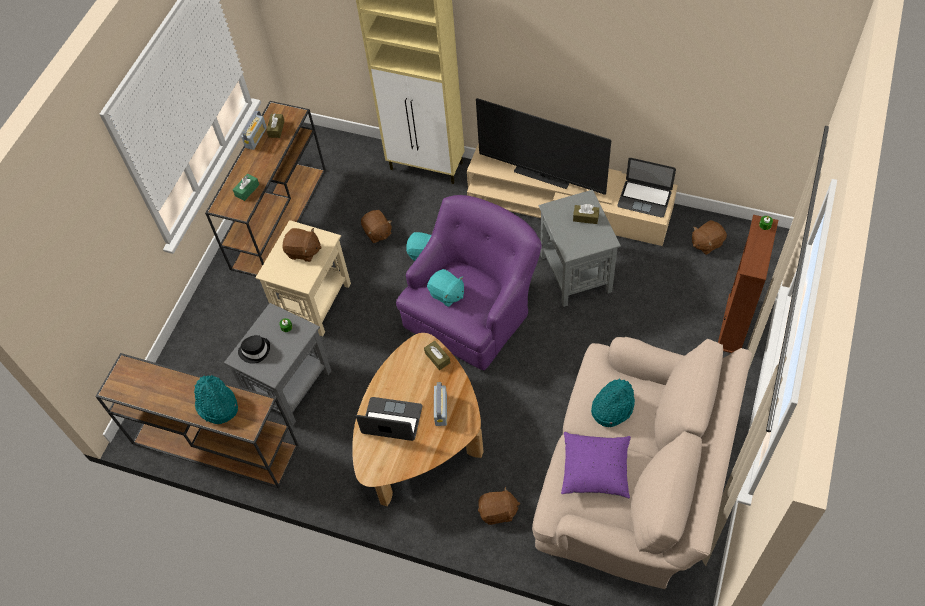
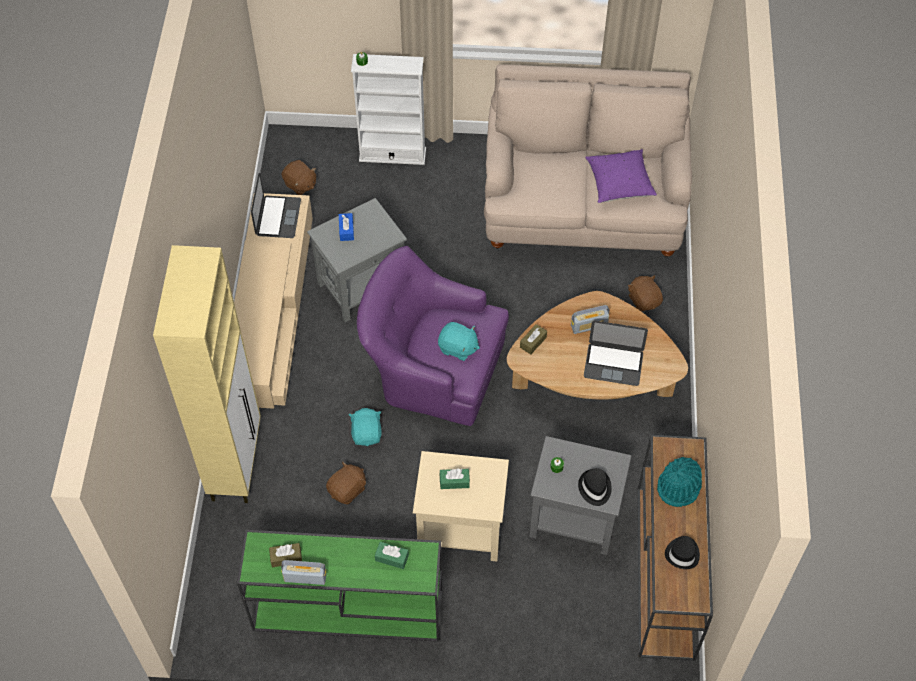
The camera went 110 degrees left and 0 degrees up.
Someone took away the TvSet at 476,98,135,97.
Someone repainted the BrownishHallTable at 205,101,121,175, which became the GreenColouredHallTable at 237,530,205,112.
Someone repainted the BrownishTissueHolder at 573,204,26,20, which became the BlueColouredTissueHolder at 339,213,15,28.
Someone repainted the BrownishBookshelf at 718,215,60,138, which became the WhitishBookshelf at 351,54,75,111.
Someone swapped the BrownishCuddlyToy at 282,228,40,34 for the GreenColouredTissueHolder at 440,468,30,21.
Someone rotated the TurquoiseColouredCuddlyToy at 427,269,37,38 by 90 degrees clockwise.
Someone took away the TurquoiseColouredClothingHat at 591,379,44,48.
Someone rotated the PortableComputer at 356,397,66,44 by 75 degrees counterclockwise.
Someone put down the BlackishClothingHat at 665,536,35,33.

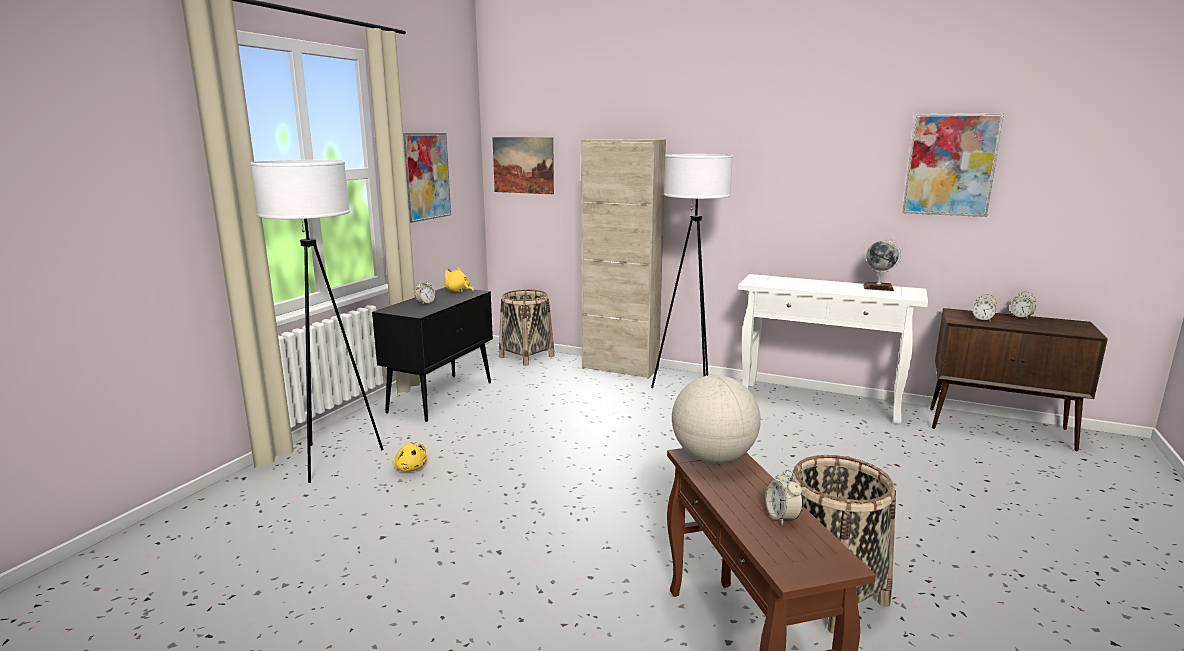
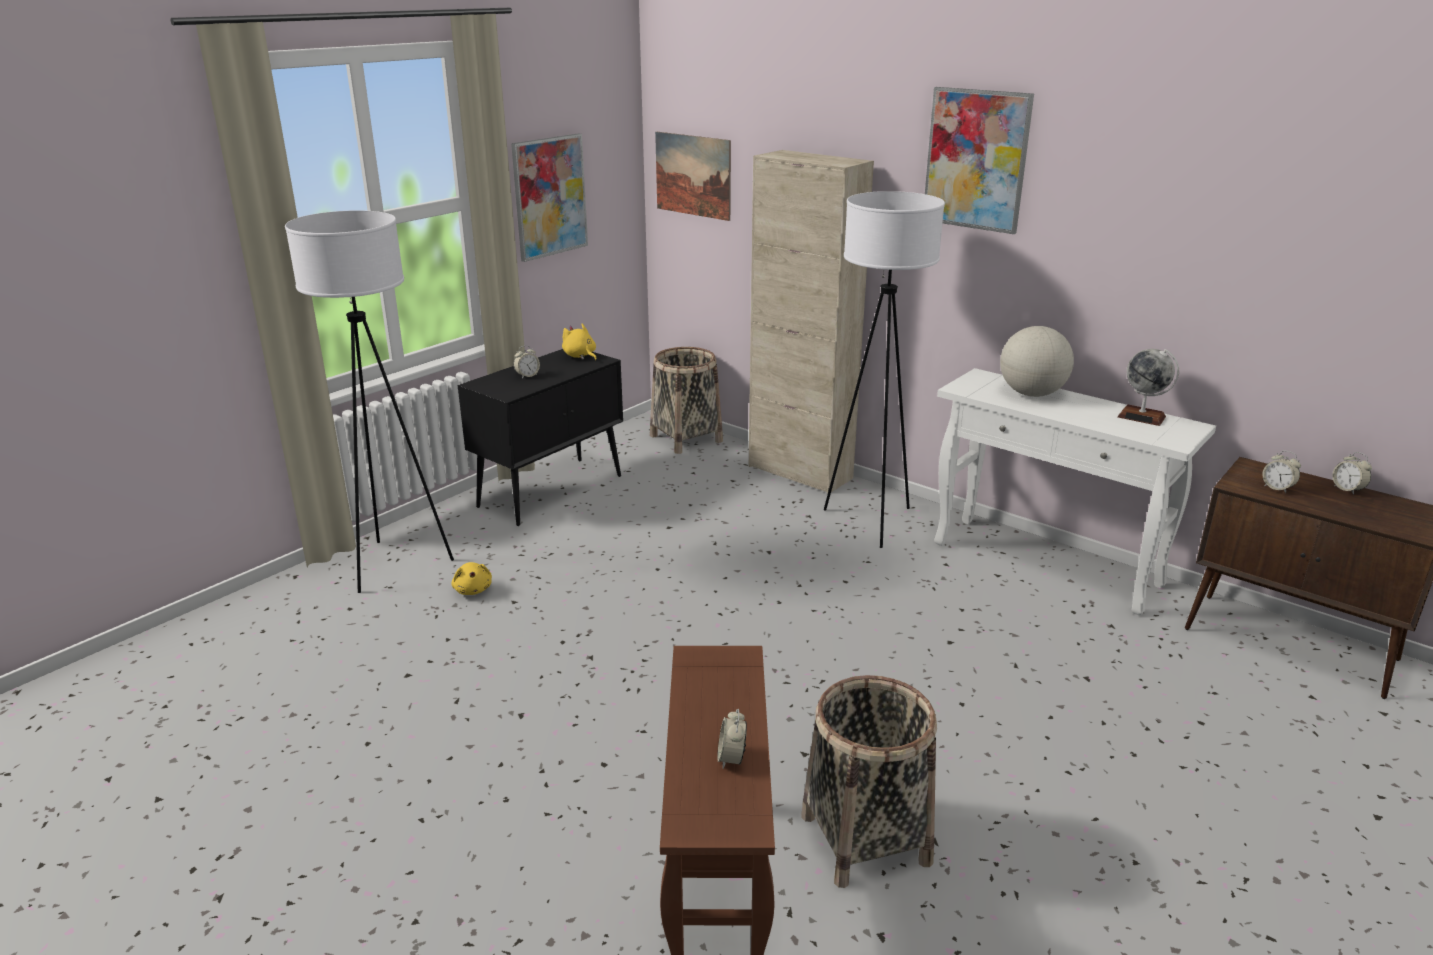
The camera went 15 degrees right and 10 degrees up.
Someone carried the WallPicture from 902,113,102,104 to 925,87,109,147.
Someone carried the DeskGlobe from 672,375,89,88 to 1000,326,74,71.

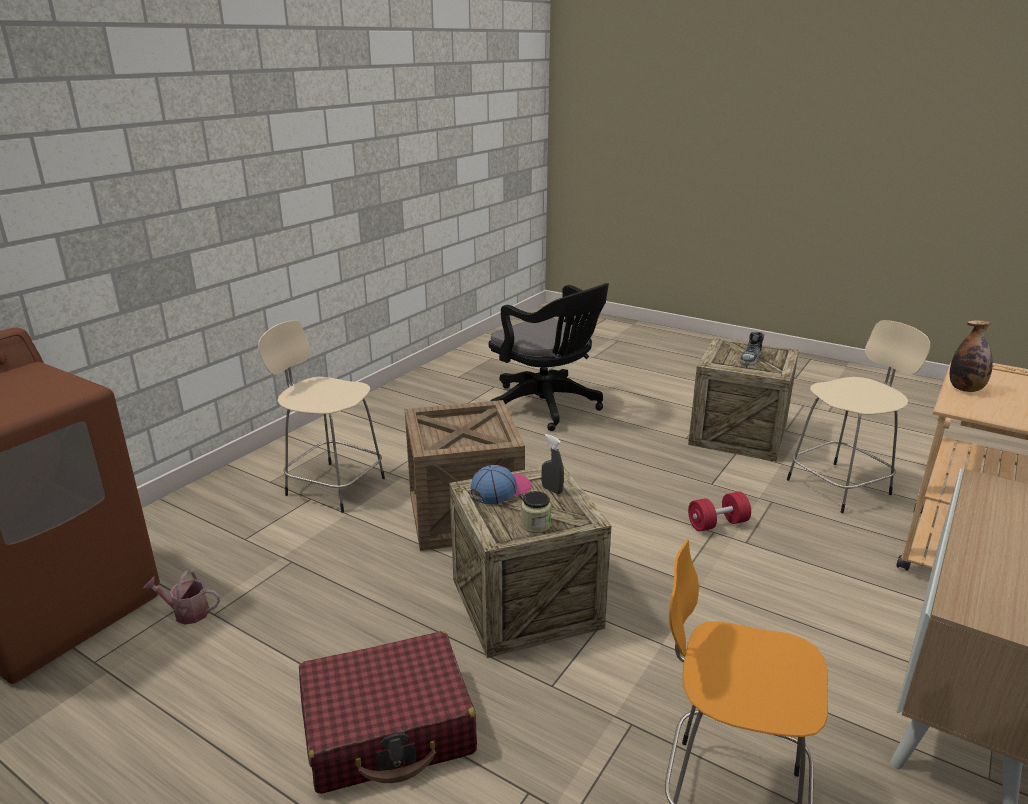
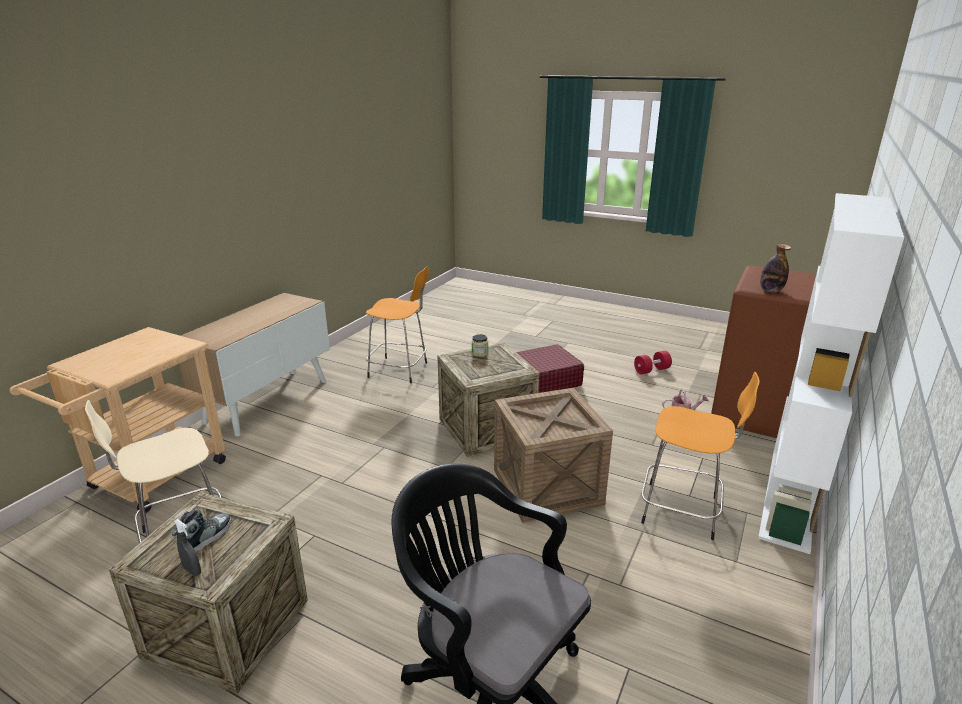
The camera went 175 degrees right and 0 degrees up.
Someone repainted the SandColouredSittingStool at 258,320,127,193, which became the OrangeSittingStool at 641,372,119,168.
Someone carried the Bottle from 950,320,43,72 to 760,244,31,49.
Someone carried the GreySprayer from 541,434,23,60 to 174,519,27,57.
Someone took away the BaseballCap at 471,465,60,39.
Someone carried the RedColouredDumbbell from 688,492,63,39 to 634,350,38,24.
Someone put down the WhitishBookshelf at 758,193,146,361.

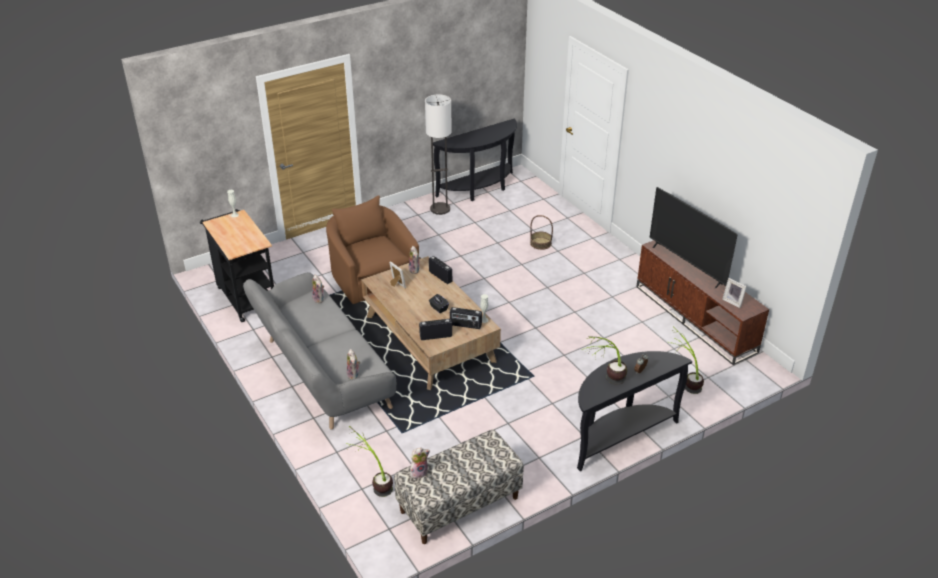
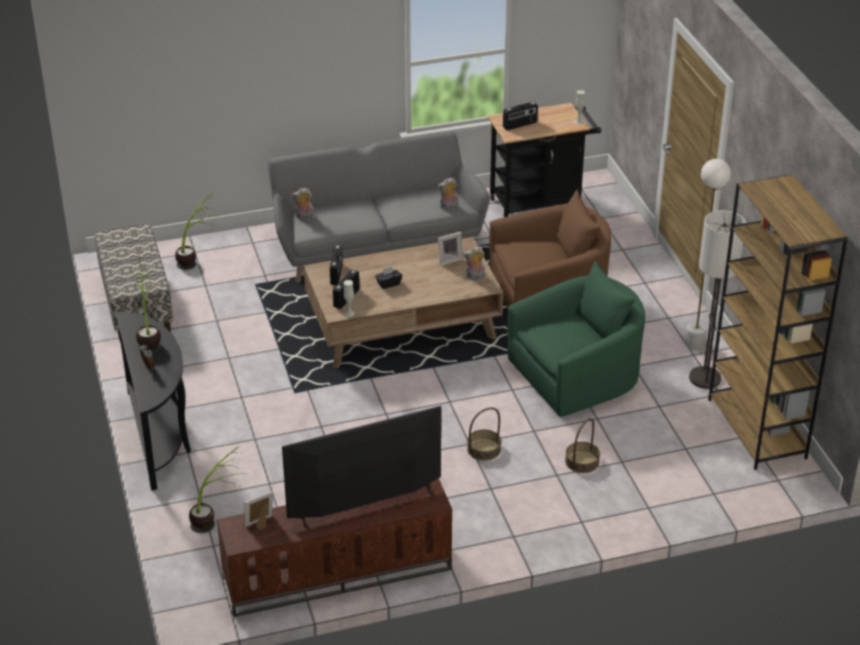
The camera went 105 degrees right and 0 degrees up.
Someone swapped the BlackishHallTable at 433,119,84,82 for the BrownishBookshelf at 708,174,140,296.
Someone carried the Radio from 429,256,23,28 to 503,102,35,28.
Someone took away the CuddlyToy at 410,447,20,32.
Someone put down the WhitishStandingLamp at 685,159,46,191.
Someone put down the GreenColouredLoungeChair at 507,261,139,156.
Someone put down the HouseholdBasket at 467,407,34,54.

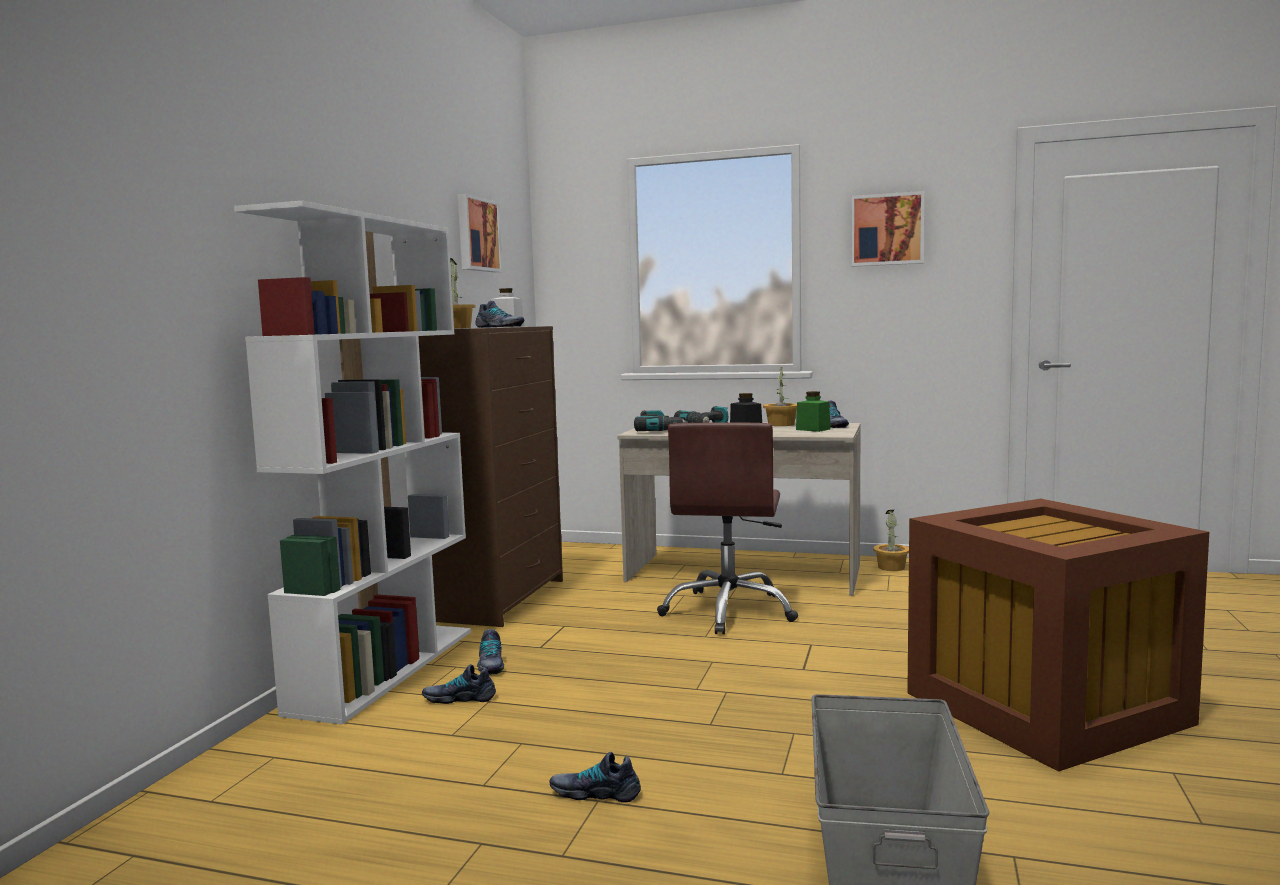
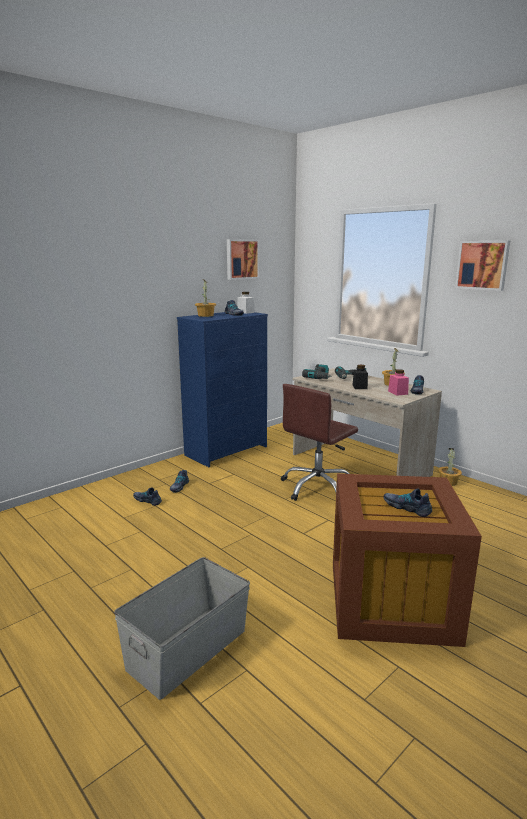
The camera went 30 degrees right and 10 degrees up.
Someone took away the WhitishBookshelf at 234,201,237,524.
Someone repainted the BrownishDrawerChest at 418,326,145,301, which became the BlueColouredDrawerChest at 177,312,91,155.
Someone repainted the GreenColouredPreserveJar at 796,391,35,41, which became the PinkColouredPreserveJar at 388,369,21,27.
Someone carried the LowShoe from 550,752,91,51 to 383,488,49,29.

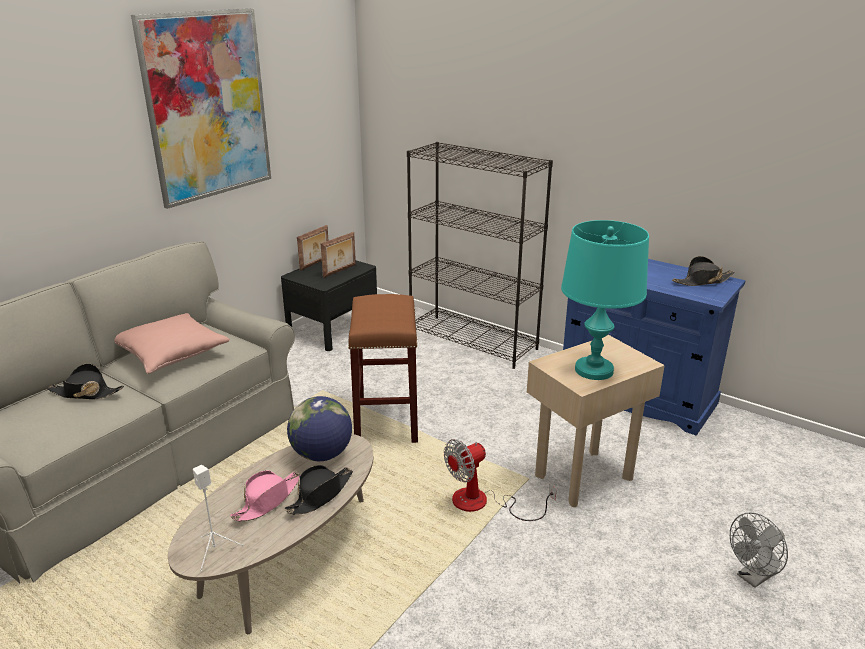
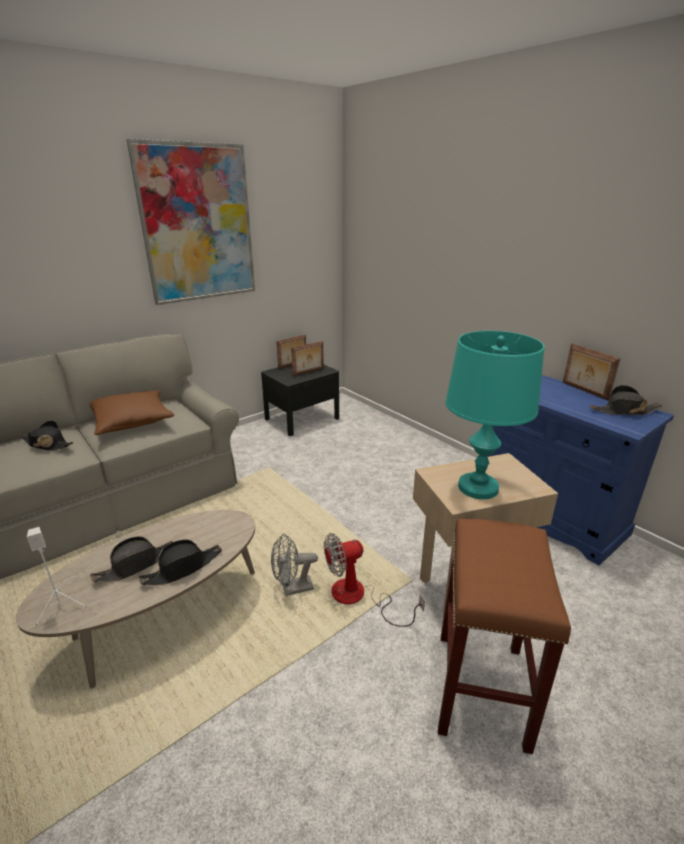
The camera went 15 degrees right and 0 degrees up.
Someone took away the BlackishBookshelf at 407,142,146,227.
Someone carried the BrownishSittingStool from 348,294,70,149 to 438,519,133,235.
Someone repainted the PinkColouredThrowPillow at 114,313,116,61, which became the BrownishThrowPillow at 89,390,85,45.
Someone took away the DeskGlobe at 287,396,65,65.
Someone repainted the PinkColouredClothingHat at 230,470,70,52, which became the BlackishClothingHat at 90,536,83,46.
Someone carried the GreyCoolingFan from 730,512,58,76 to 271,533,47,63.
Someone put down the PhotoFrame at 563,343,57,57.

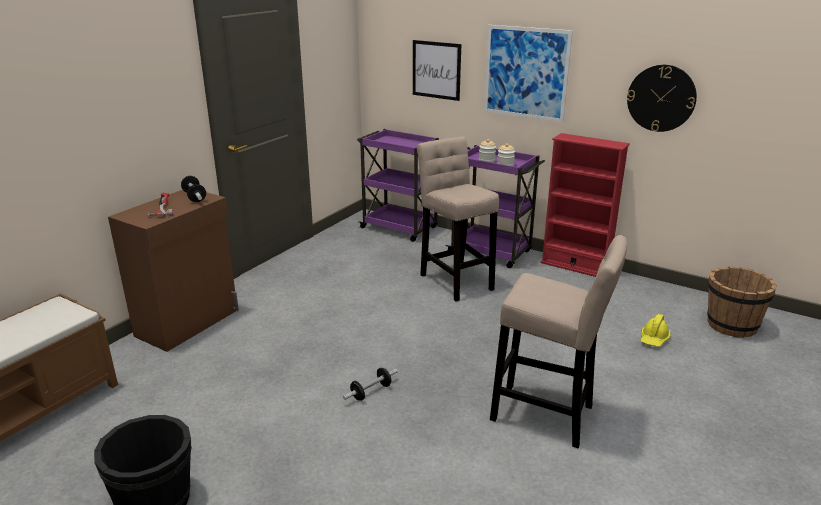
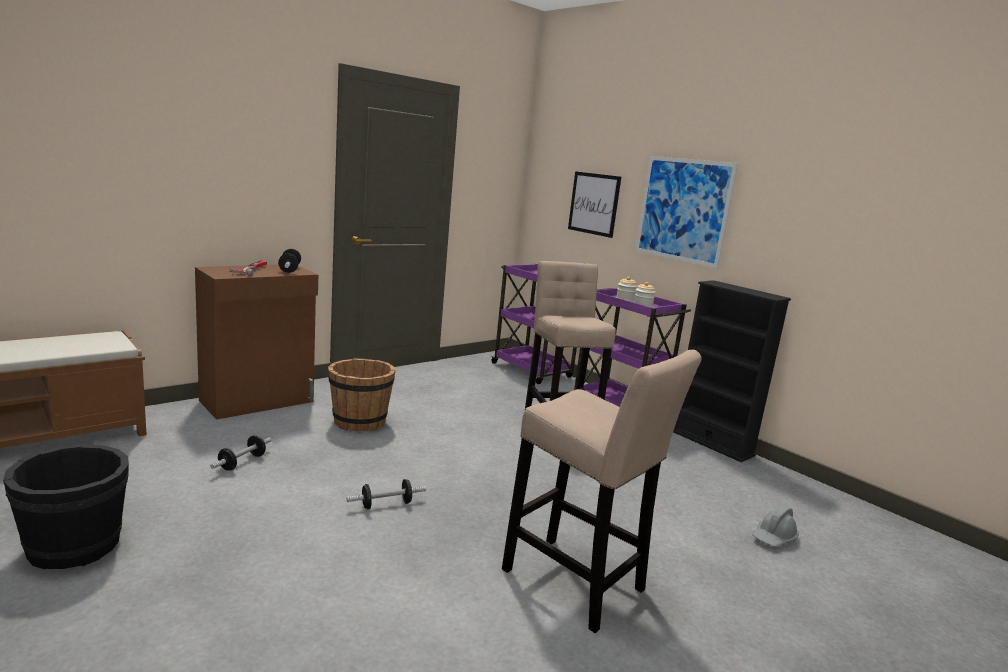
The camera went 15 degrees right and 10 degrees down.
Someone took away the ClockOnTheWall at 627,65,70,67.
Someone repainted the RedColouredBookshelf at 540,133,90,144, which became the BlackishBookshelf at 673,280,118,182.
Someone carried the BrownishBucket from 707,266,70,72 to 328,359,68,72.
Someone repainted the YellowishSafetyHelmet at 641,314,29,33, which became the GreySafetyHelmet at 752,506,47,41.
Someone put down the Dumbbell at 210,435,61,36.

